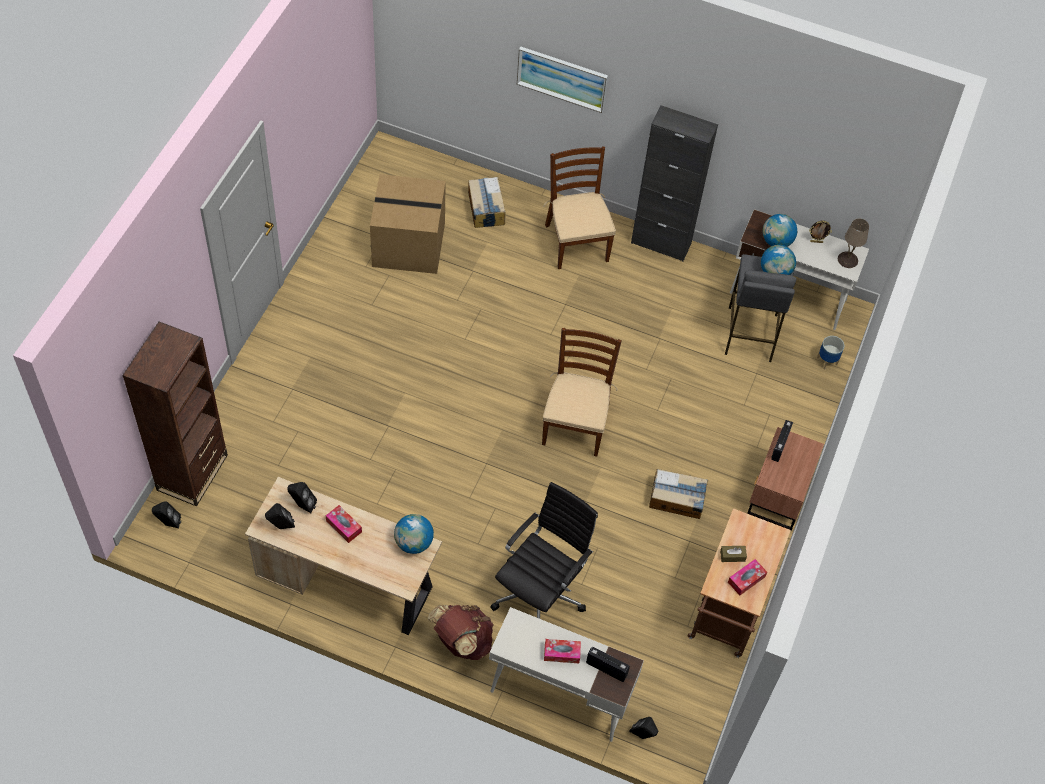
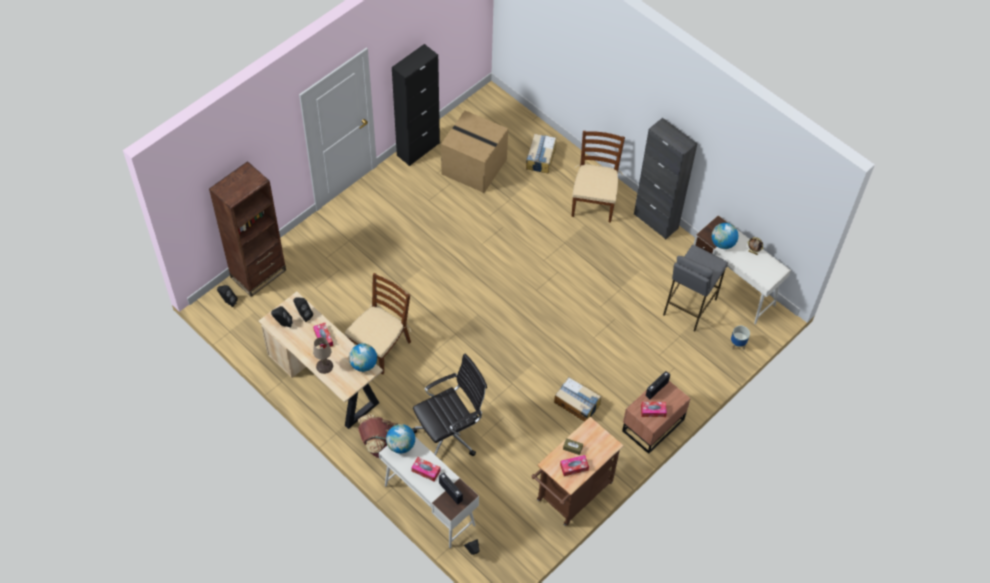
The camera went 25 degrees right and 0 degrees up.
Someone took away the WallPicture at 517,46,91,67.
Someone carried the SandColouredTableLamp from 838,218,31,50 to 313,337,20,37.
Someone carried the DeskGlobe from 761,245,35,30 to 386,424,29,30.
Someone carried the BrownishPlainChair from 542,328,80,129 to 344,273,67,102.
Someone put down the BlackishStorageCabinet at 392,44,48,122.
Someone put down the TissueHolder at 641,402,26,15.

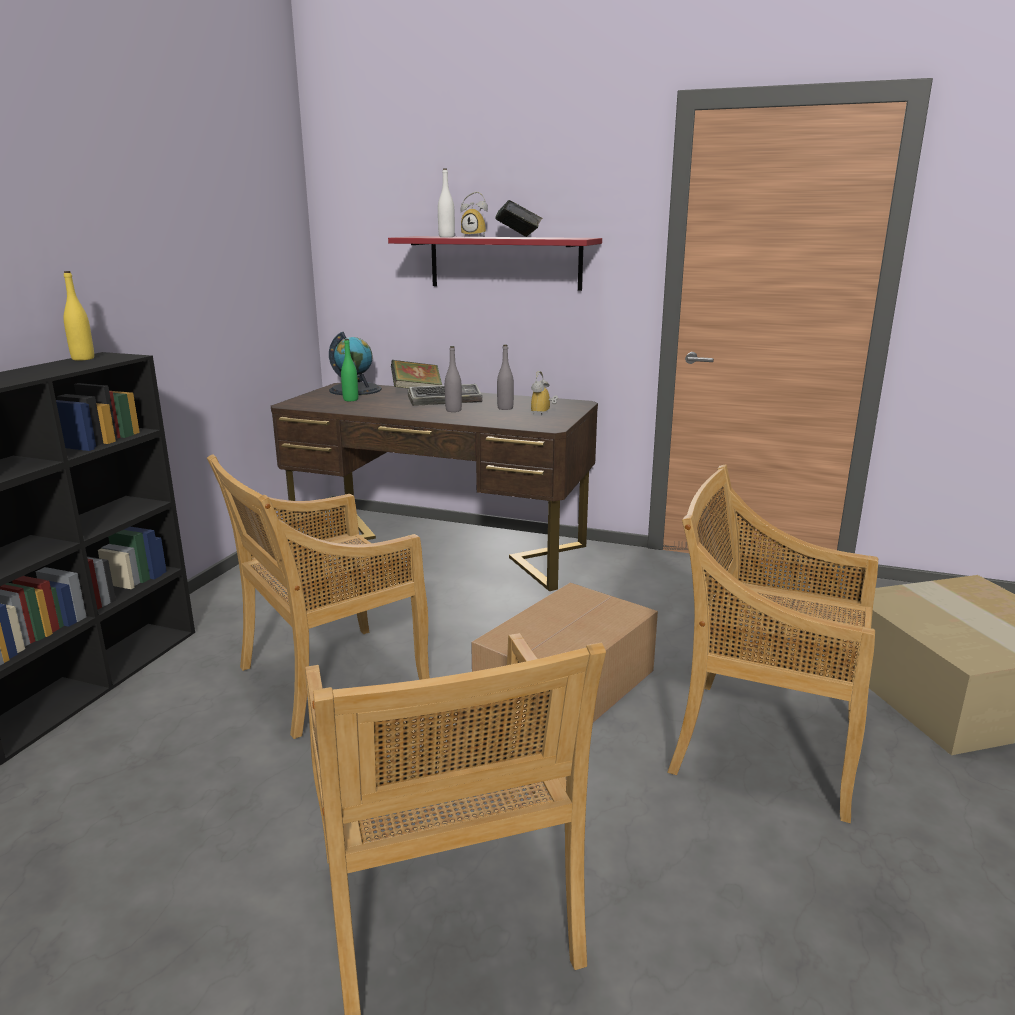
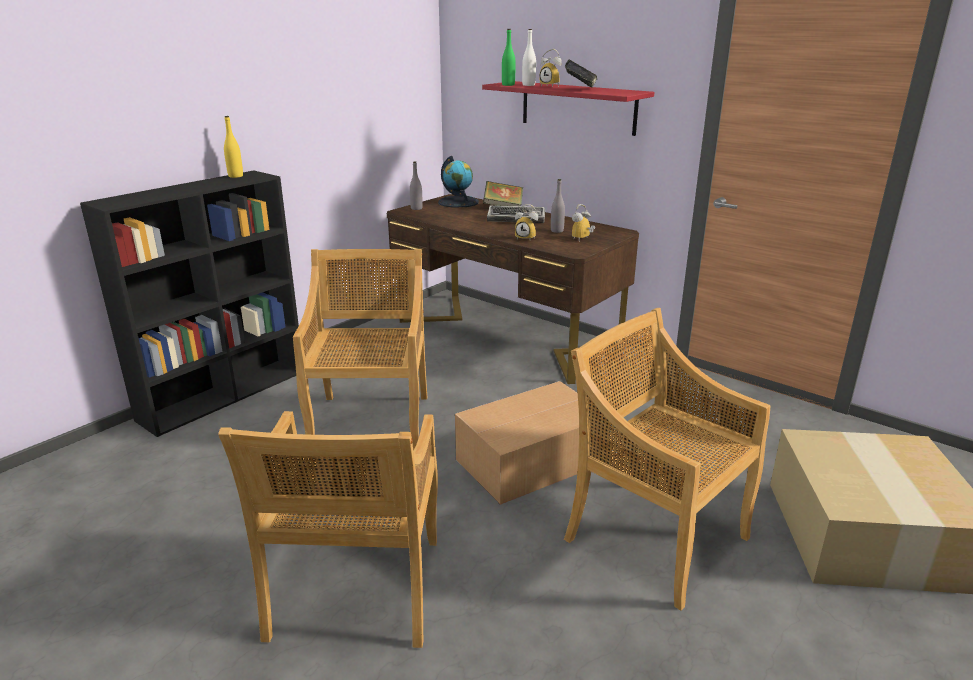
The camera went 20 degrees right and 5 degrees up.
Someone carried the GreenColouredBottle from 341,339,17,62 to 502,29,14,57.
Someone carried the GreyBottle from 445,346,17,66 to 410,161,13,49.
Someone rotated the SandColouredPlainChair at 207,454,223,285 by 105 degrees clockwise.
Someone put down the AlarmClock at 515,204,23,36.

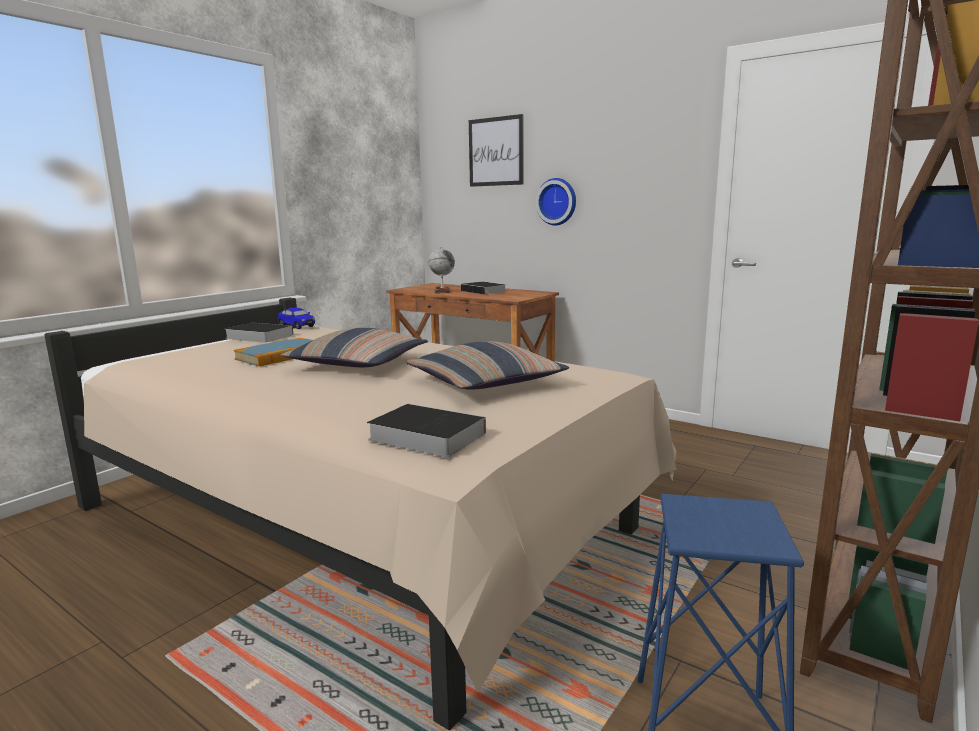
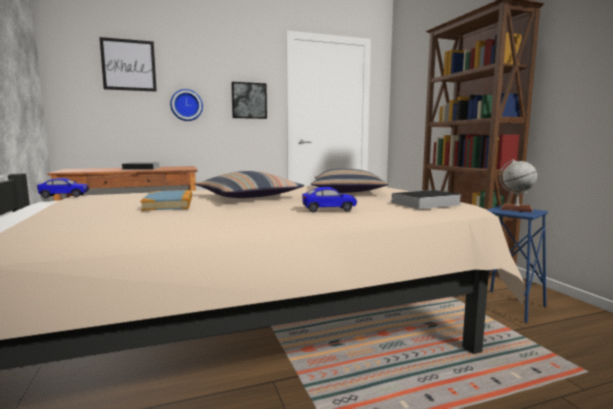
The camera went 55 degrees left and 5 degrees down.
Someone carried the DeskGlobe from 428,247,27,46 to 499,159,38,53.
Someone took away the Book at 226,323,67,20.
Someone put up the WallPicture at 231,82,36,37.
Someone put down the ToyCar at 302,187,55,25.

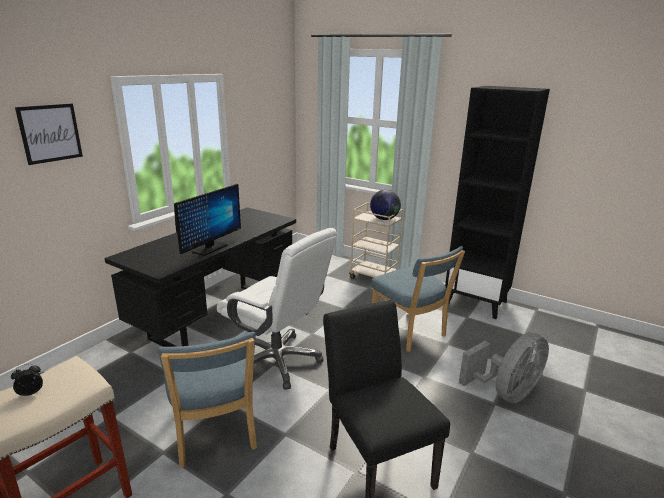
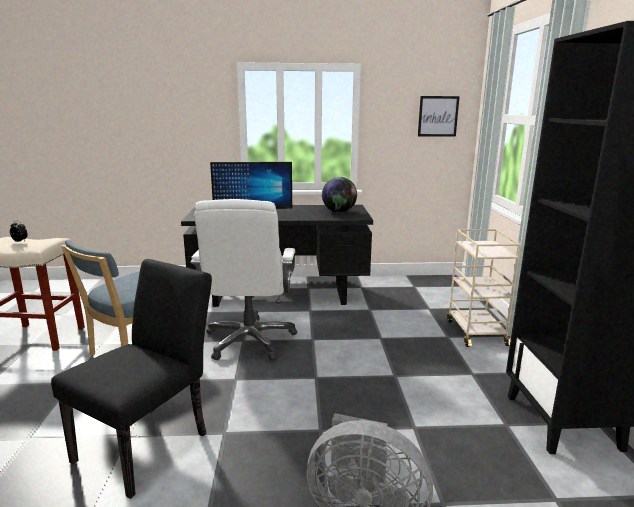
The camera went 55 degrees right and 5 degrees down.
Someone carried the WallPicture from 15,104,68,61 to 418,96,42,41.
Someone carried the DeskGlobe from 370,190,31,30 to 322,177,35,36.
Someone took away the BlueColouredPlainChair at 371,246,94,106.

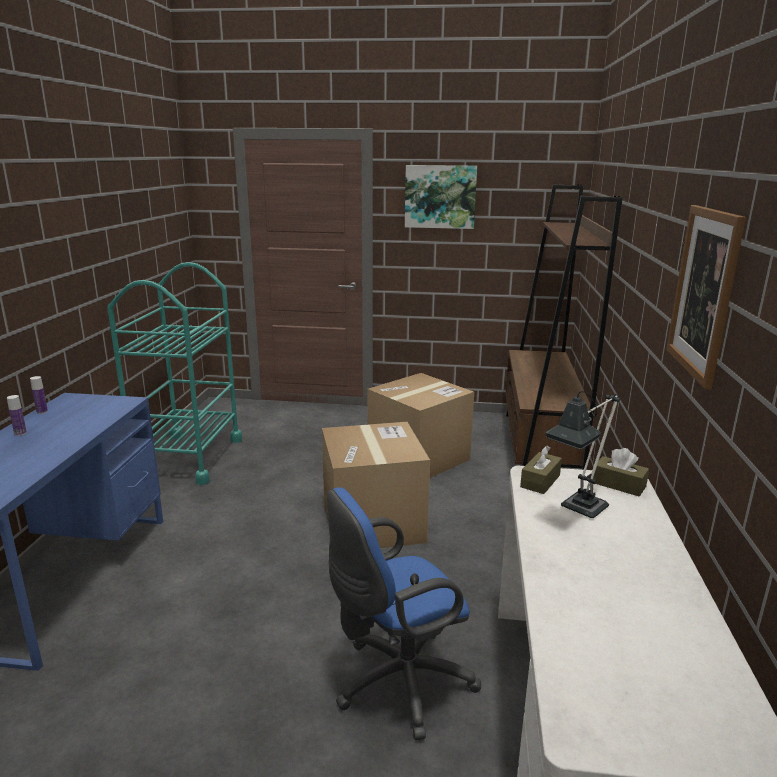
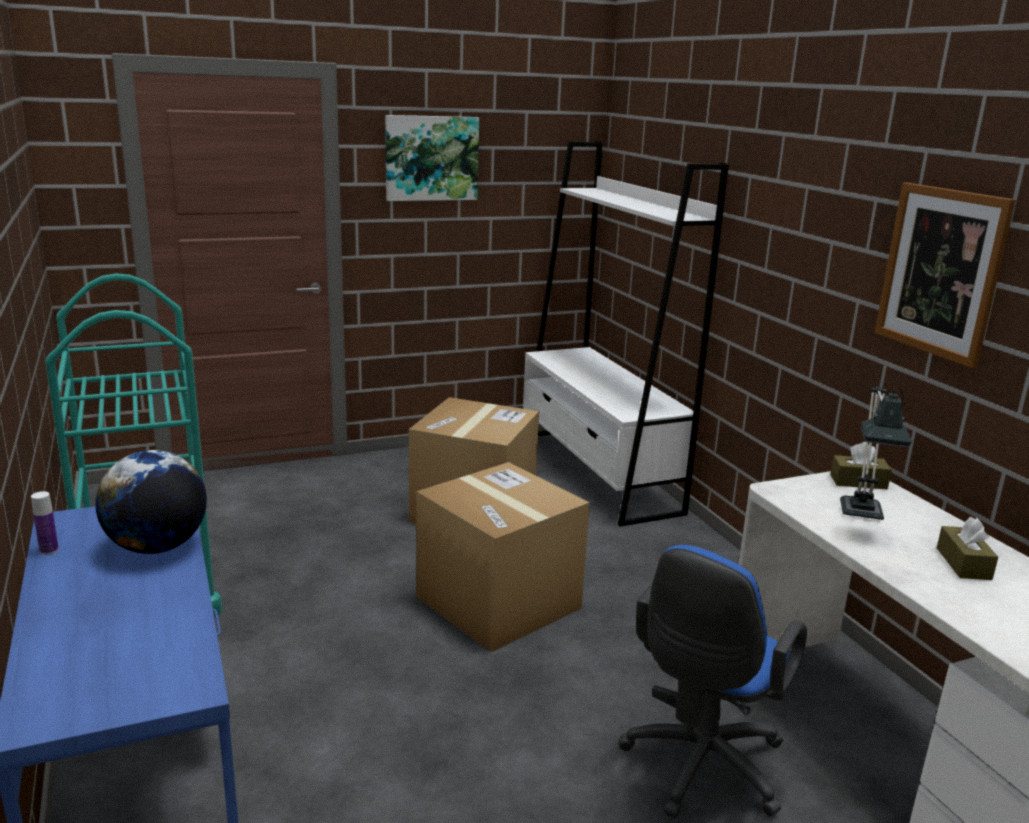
The camera went 30 degrees left and 0 degrees up.
Someone repainted the BrownishBookshelf at 505,185,118,285, which became the WhitishBookshelf at 523,141,206,385.
Someone took away the Bottle at 7,395,20,41.
Someone carried the BrownishTissueHolder from 520,446,42,48 to 937,517,61,63.
Someone put down the DeskGlobe at 95,450,112,104.

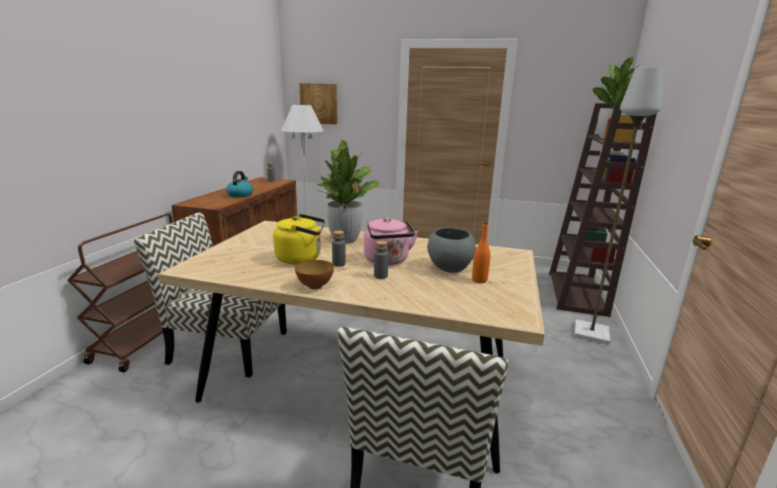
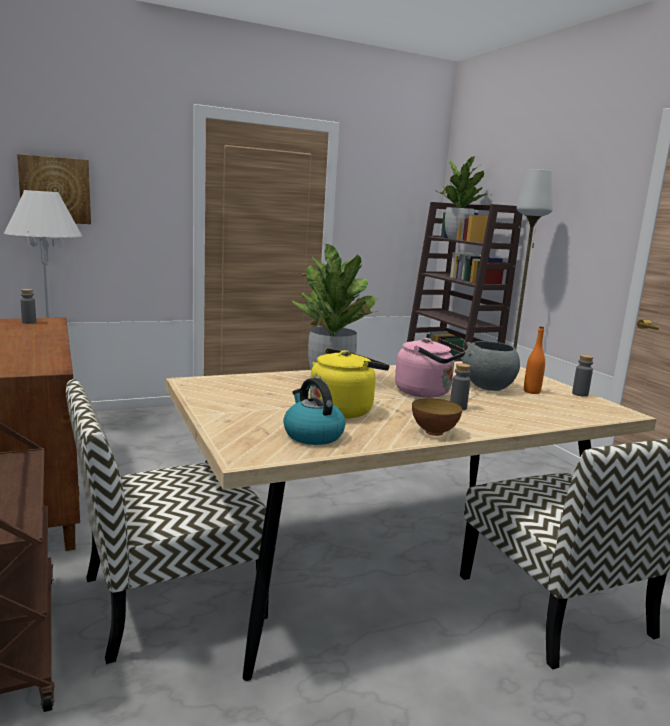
The camera went 40 degrees left and 5 degrees down.
Someone carried the Kettle from 226,171,27,27 to 283,378,63,67.
Someone carried the GreyBottle from 332,231,14,36 to 572,355,21,42.

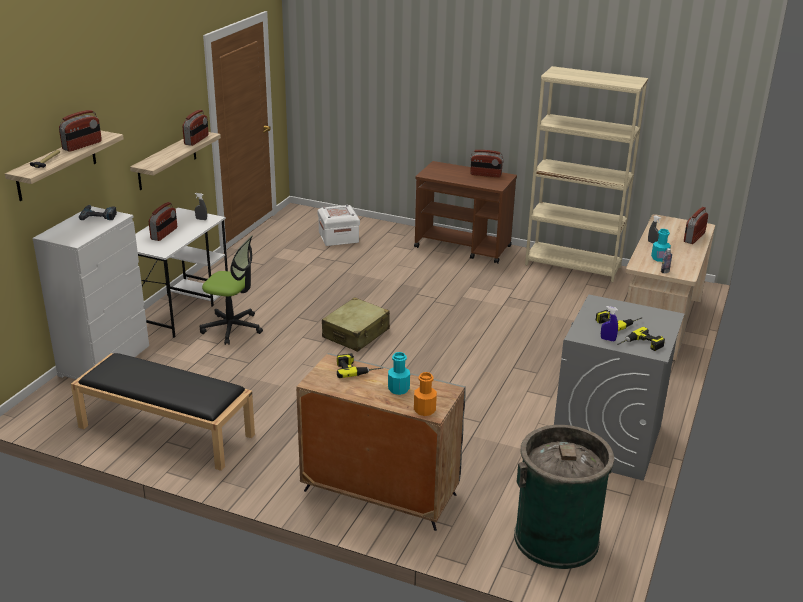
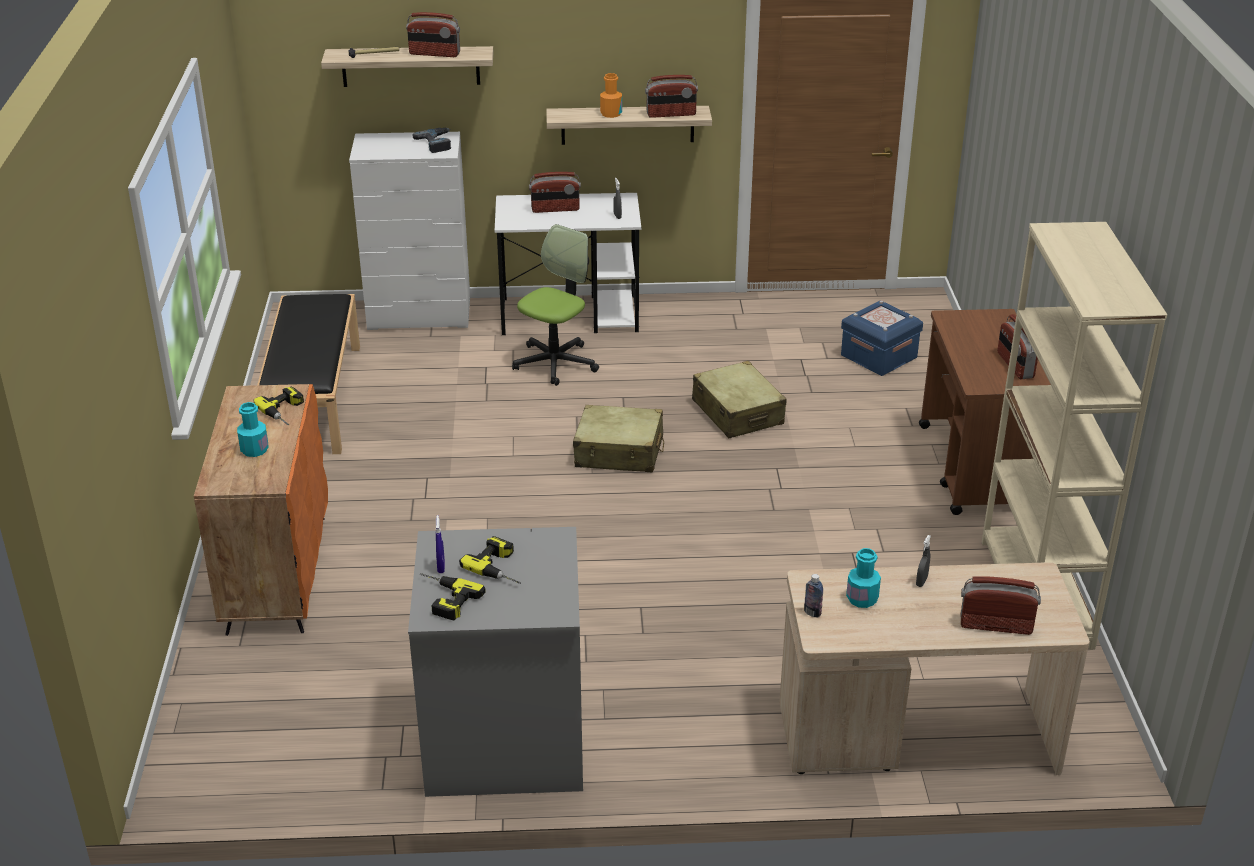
The camera went 65 degrees right and 5 degrees up.
Someone repainted the WhitishStorageBin at 318,205,42,41, which became the BlueColouredStorageBin at 841,301,82,75.
Someone rotated the DeskChair at 200,235,63,110 by 135 degrees counterclockwise.
Someone repainted the GreyStorageCabinet at 296,353,170,178, which became the OrangeStorageCabinet at 194,384,134,252.
Someone carried the OrangeBottle from 414,372,23,44 to 600,73,22,45.
Someone took away the GreenColouredTrashCan at 514,425,100,144.
Someone put down the SandColouredTravelCase at 692,361,94,77.

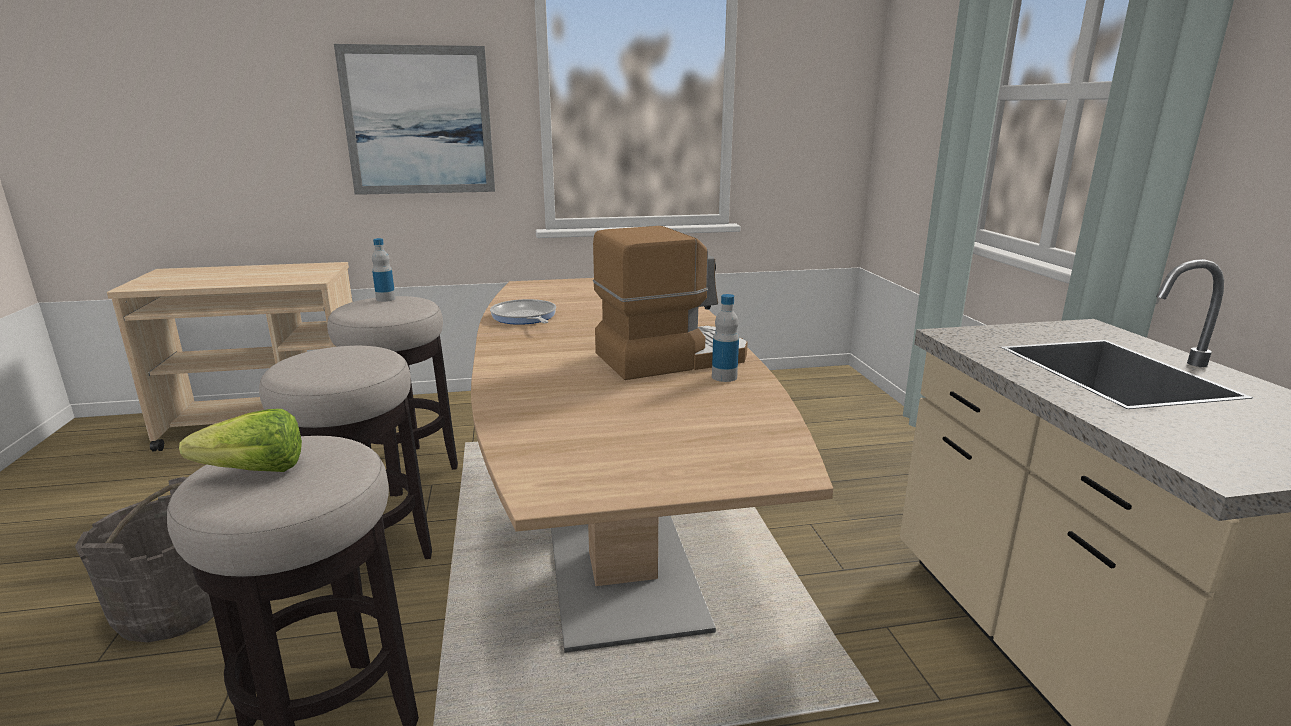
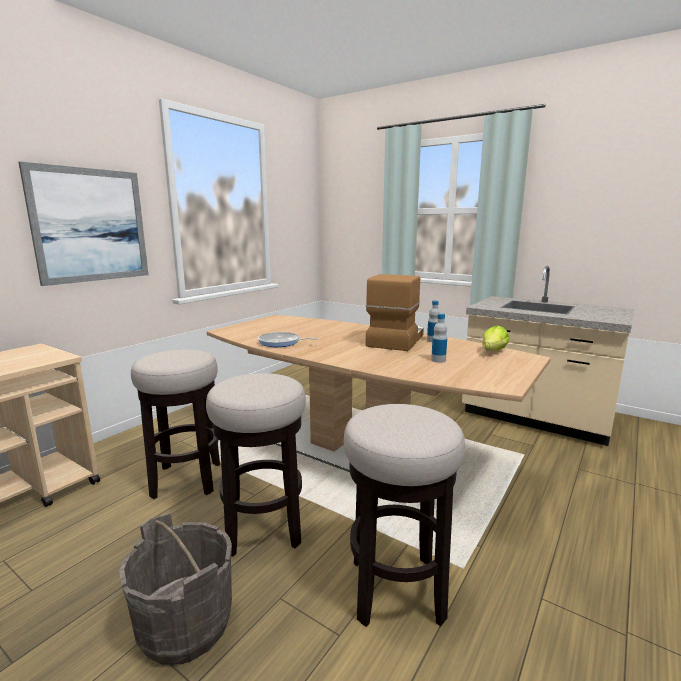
The camera went 45 degrees left and 5 degrees down.
Someone carried the Bottle from 372,238,24,64 to 431,314,16,49.
Someone carried the HeadOfLettuce from 179,409,123,63 to 482,325,27,26.

